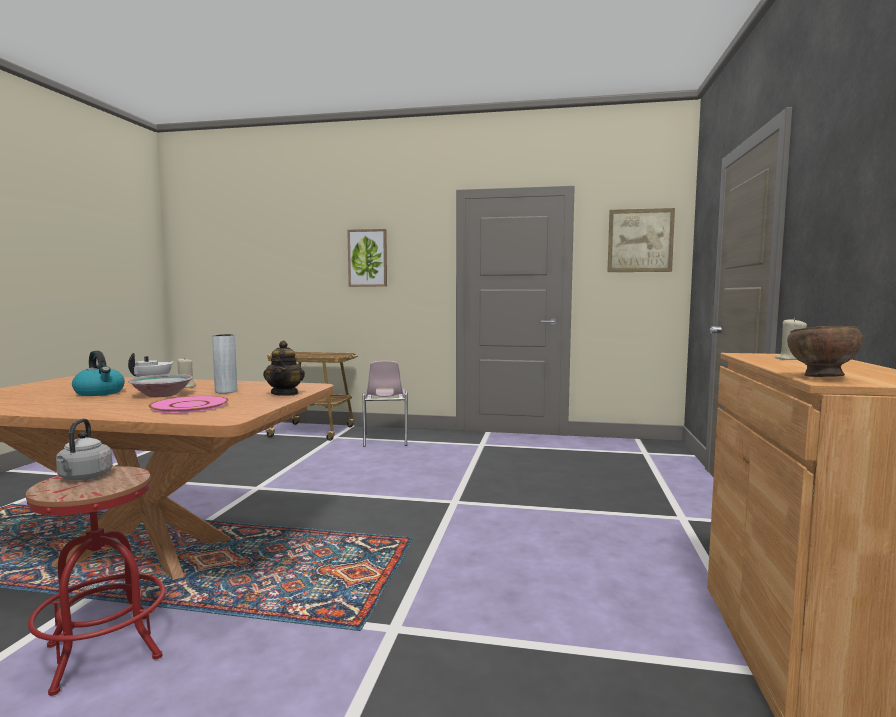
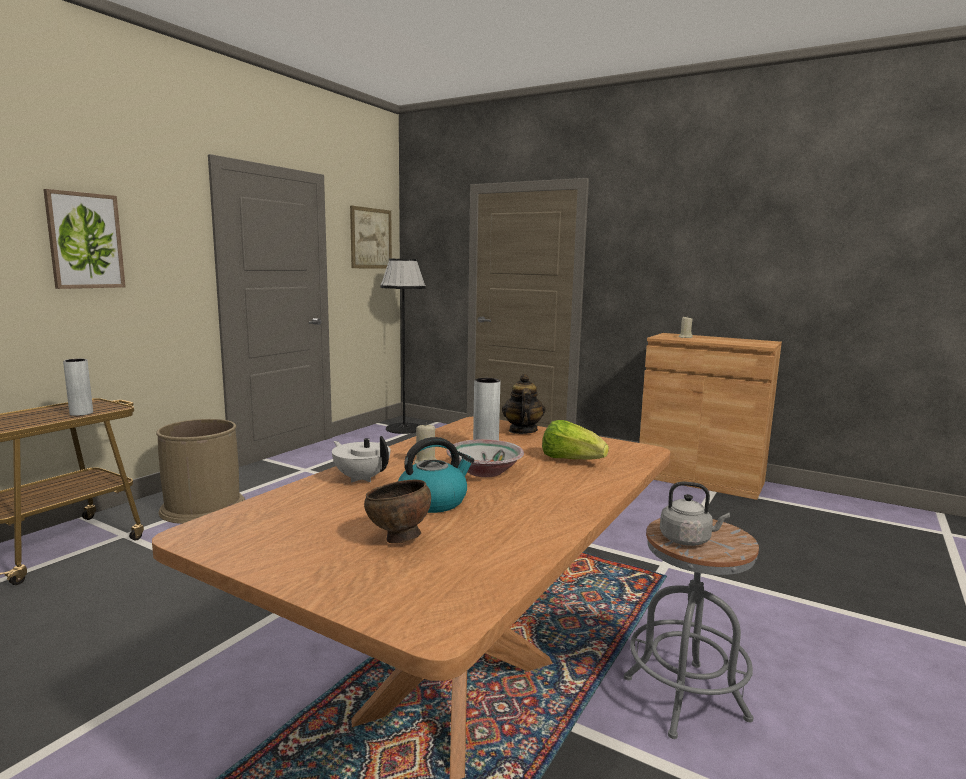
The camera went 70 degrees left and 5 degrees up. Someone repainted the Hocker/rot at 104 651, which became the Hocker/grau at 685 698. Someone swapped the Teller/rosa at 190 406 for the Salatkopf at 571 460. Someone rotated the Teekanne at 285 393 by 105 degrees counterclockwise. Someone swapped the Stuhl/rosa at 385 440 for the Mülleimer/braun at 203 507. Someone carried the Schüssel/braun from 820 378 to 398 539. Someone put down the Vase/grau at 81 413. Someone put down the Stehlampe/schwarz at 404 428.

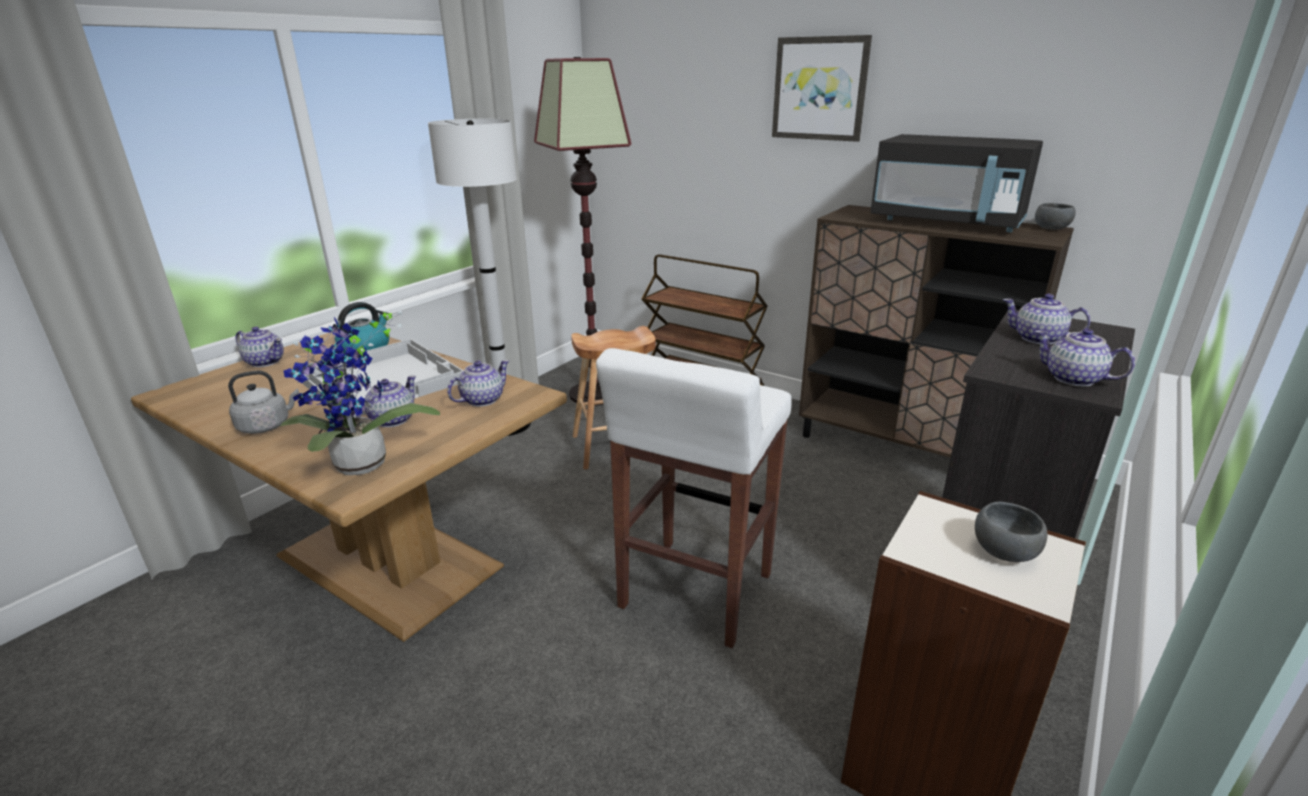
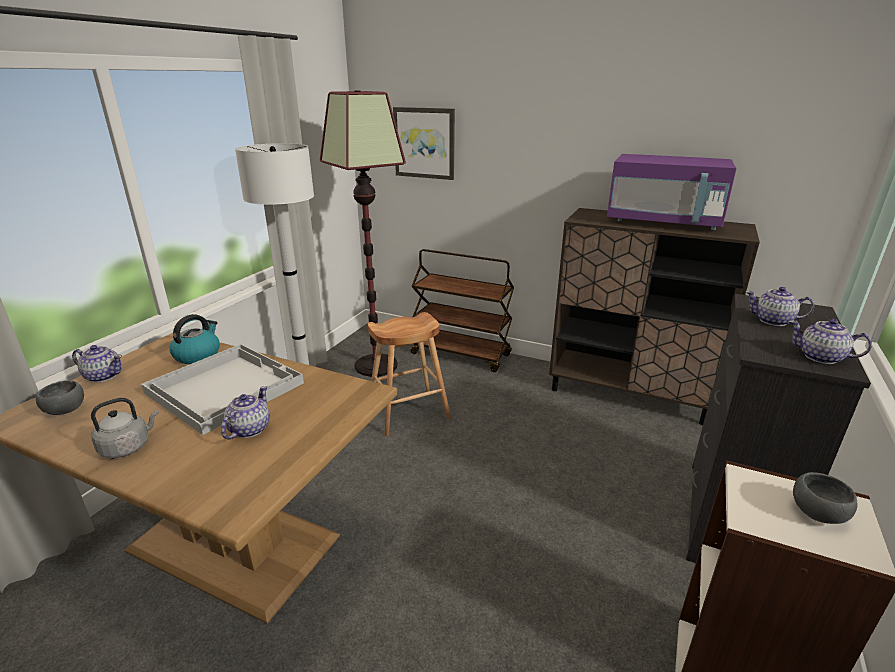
The camera went 10 degrees left and 0 degrees up. Someone took away the Topfpflanze at 361 468. Someone took away the Teekanne at 481 400. Someone took away the Hocker/weiß at 694 592. Someone carried the Bild from 820 89 to 424 143. Someone repainted the Mikrowelle/schwarz at 947 222, which became the Mikrowelle/lila at 663 222. Someone carried the Schüssel/grau from 1052 229 to 66 410.

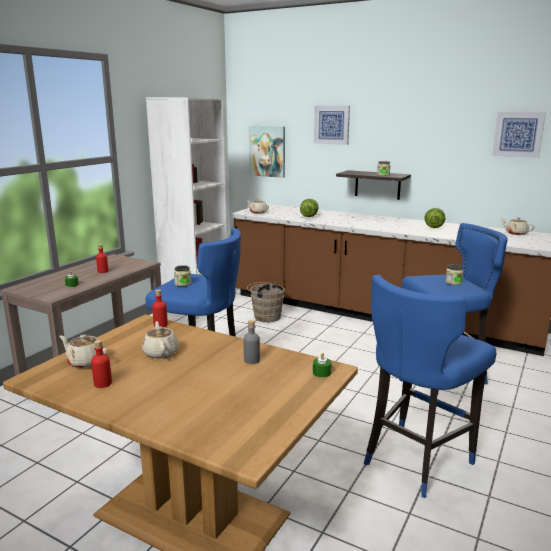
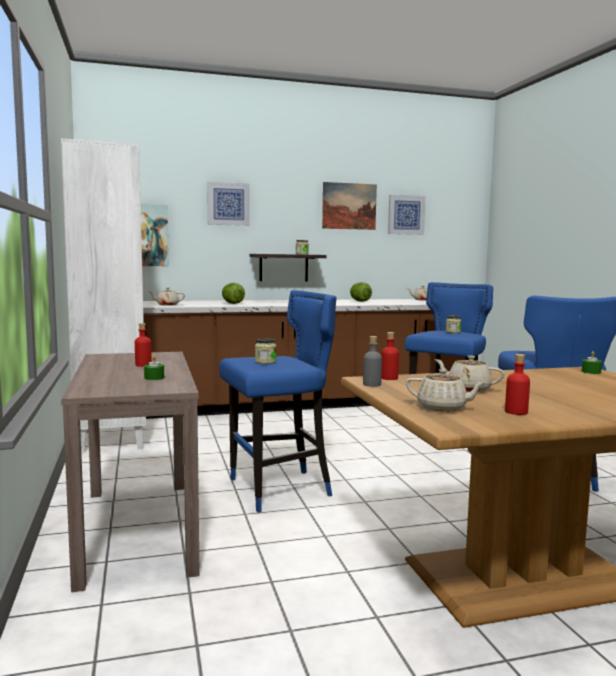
The camera went 45 degrees left and 10 degrees down. Someone rotated the Teekanne/beige at 85 362 by 135 degrees counterclockwise. Someone carried the Flasche/grau from 251 360 to 372 384. Someone took away the Eimer/braun at 265 316. Someone put up the Bild at 349 206.

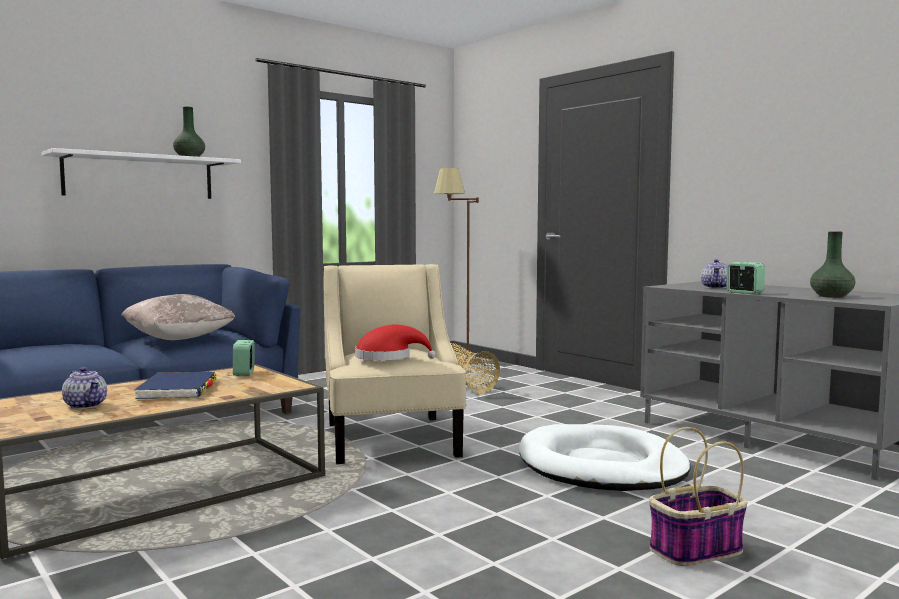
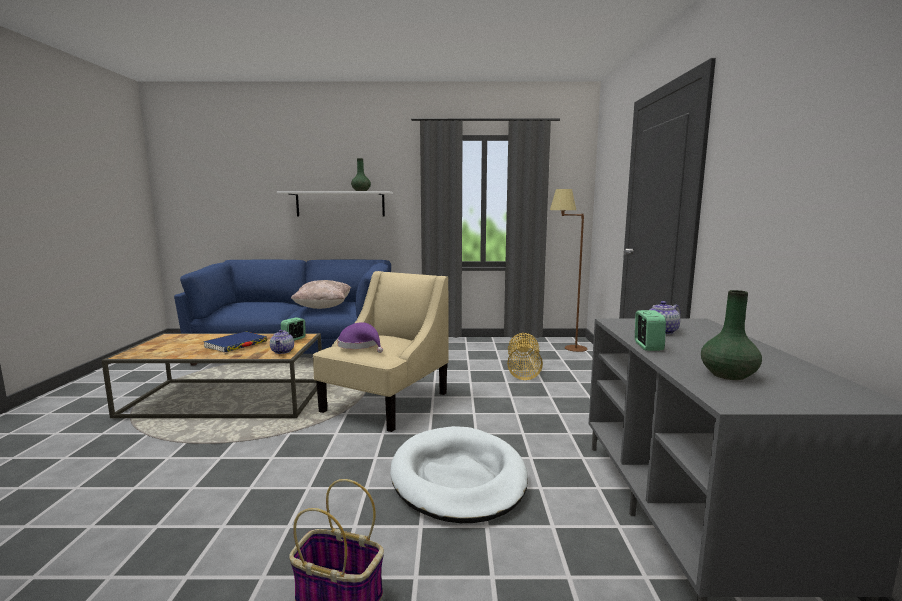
The camera went 40 degrees right and 5 degrees up. Someone carried the Teekanne from 86 405 to 283 351. Someone repainted the Hut/rot at 388 357, which became the Hut/lila at 360 346.

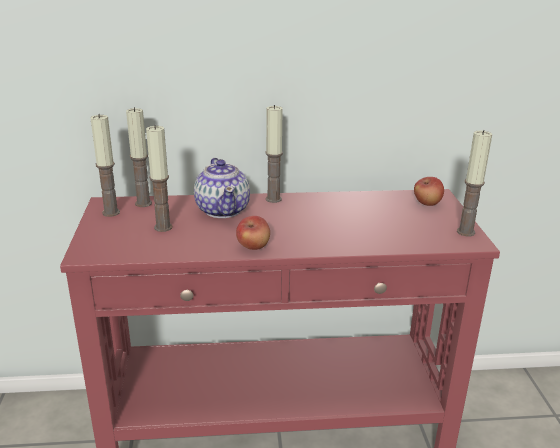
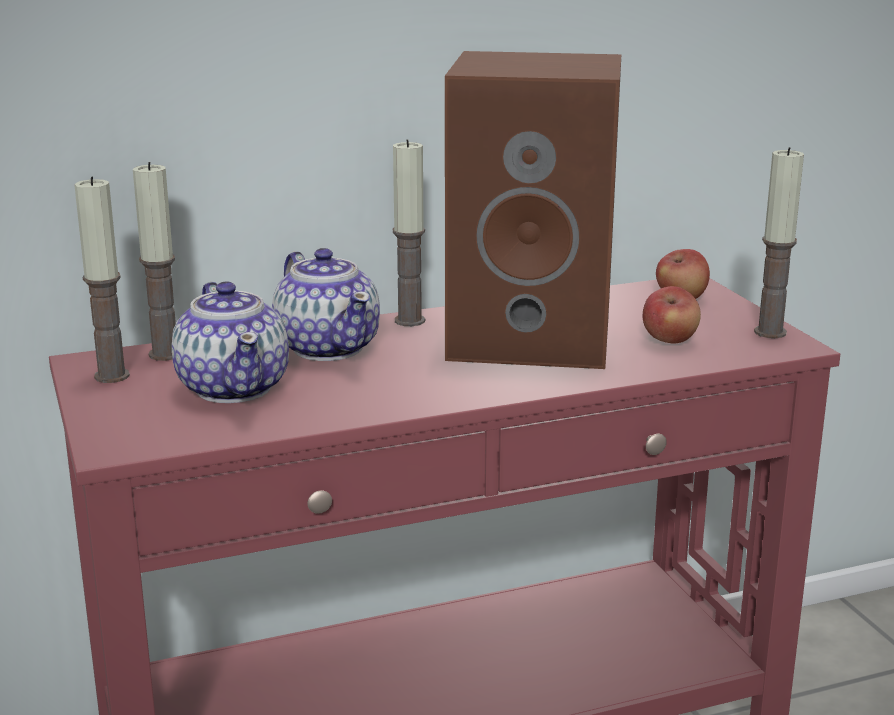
The camera went 15 degrees left and 5 degrees down. Someone swapped the Kerze at 163 227 for the Teekanne at 234 387. Someone carried the Apfel from 253 247 to 669 341. Someone put down the Lautsprecher/braun at 534 338.

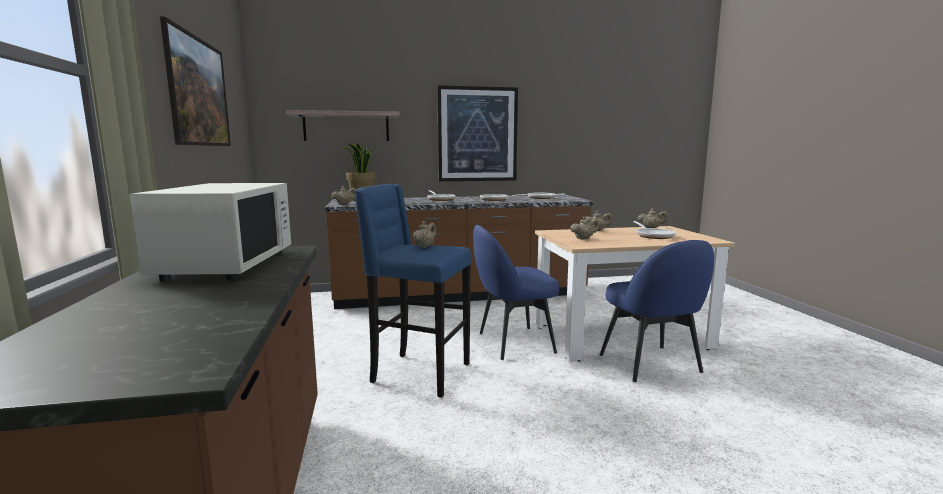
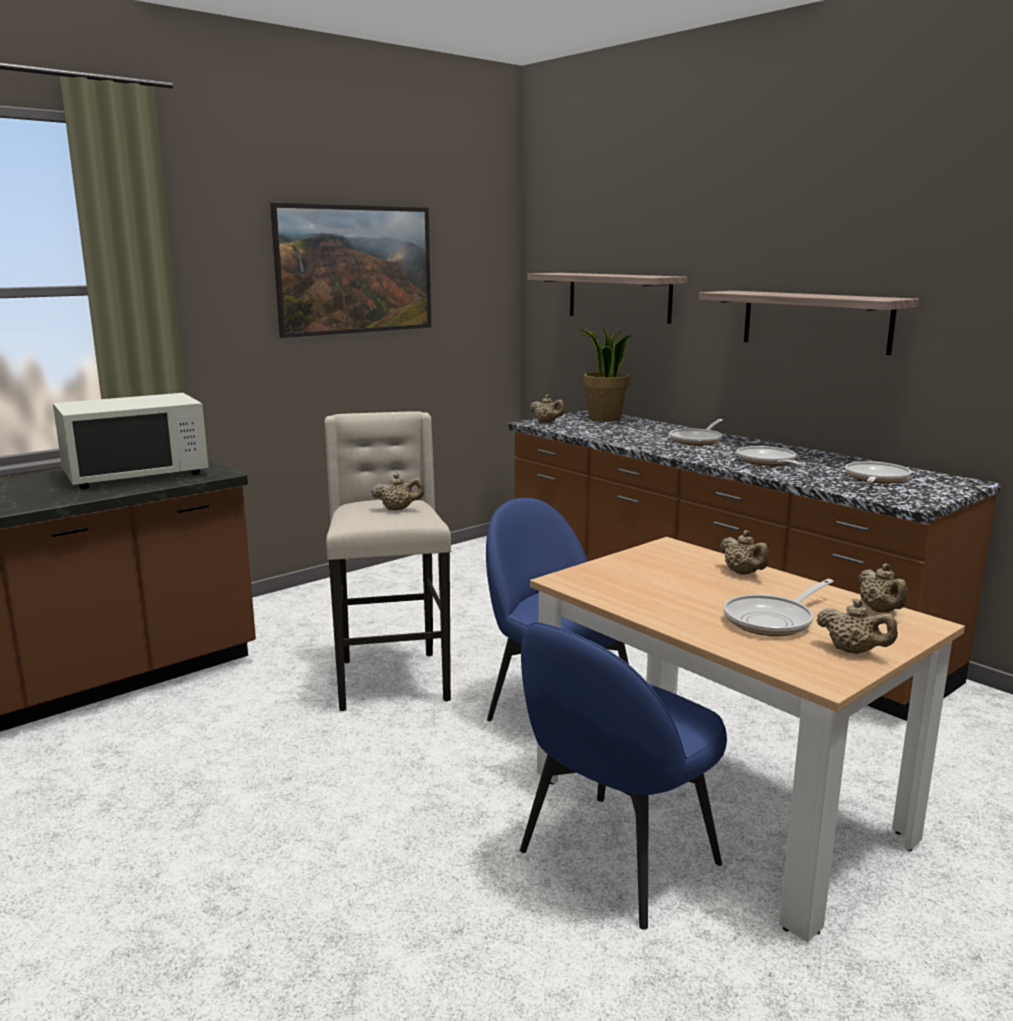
The camera went 60 degrees right and 5 degrees up. Someone repainted the Hocker/blau at 418 373, which became the Hocker/beige at 391 679. Someone swapped the Bild at 477 134 for the Wandregal at 815 321. Someone carried the Teekanne/beige from 584 239 to 853 651.

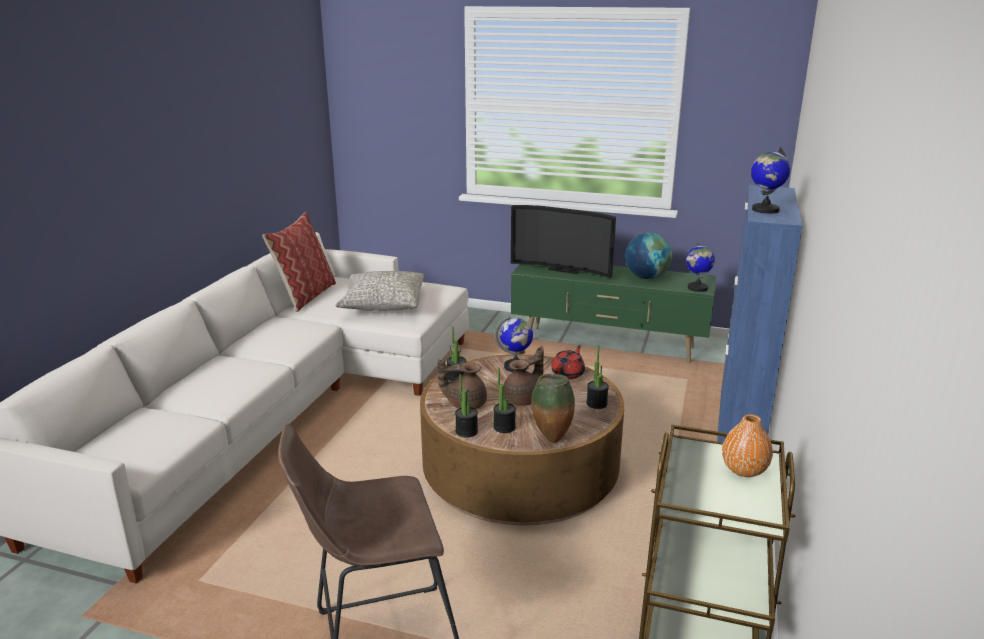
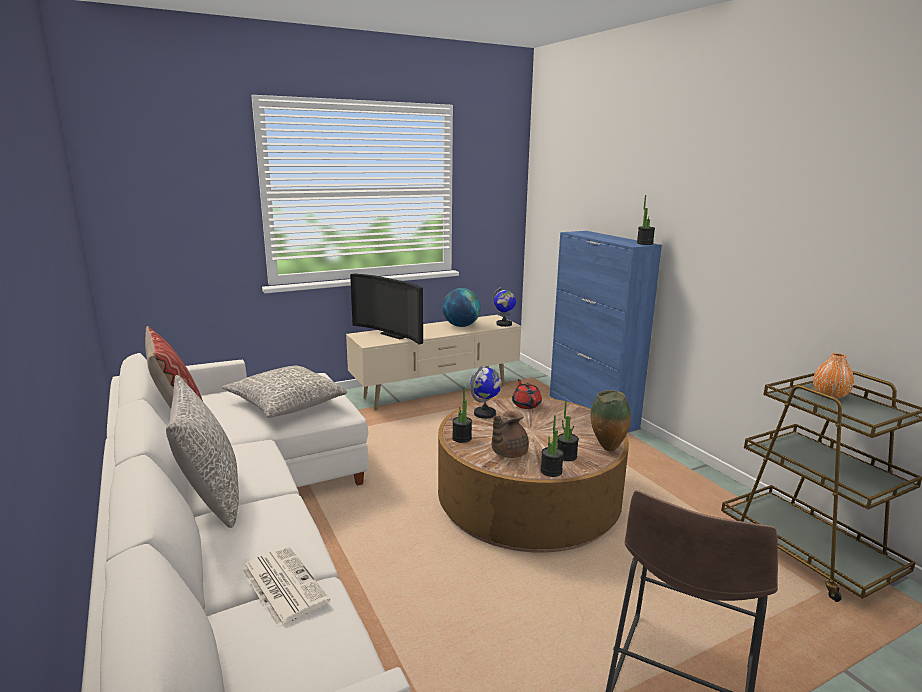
The camera went 45 degrees left and 5 degrees down. Someone took away the Teekanne/braun at 523 400. Someone rotated the Fernseher at 564 269 by 60 degrees clockwise. Someone repainted the Fernsehschrank/grün at 609 345, which became the Fernsehschrank/beige at 437 392. Someone carried the Topfpflanze from 596 403 to 644 243. Someone took away the Globus at 764 210. Someone put down the Kissen/grau at 211 496. Someone put down the Zeitung at 282 585.

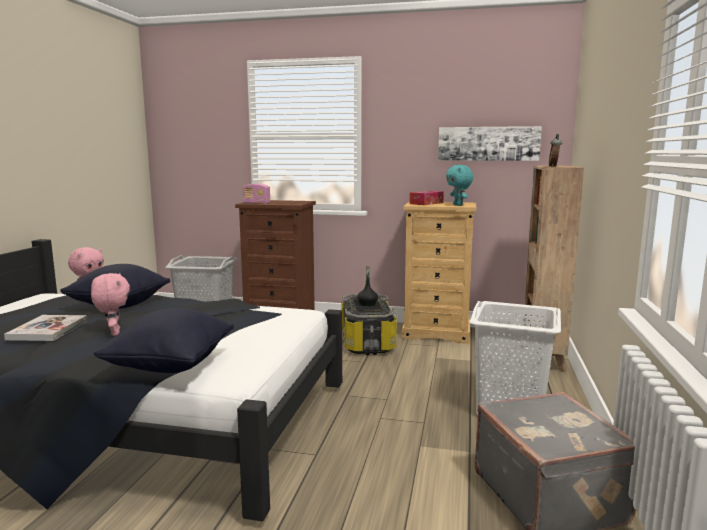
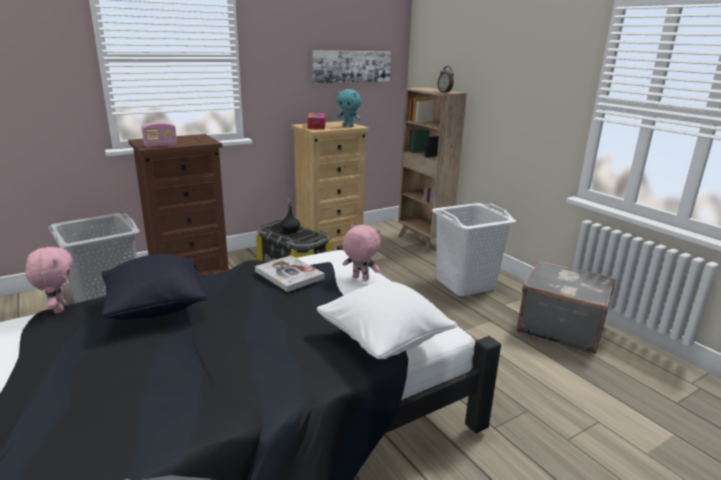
The camera went 45 degrees left and 10 degrees up. Someone carried the Buch from 48 330 to 289 275. Someone carried the Plüschtier/rosa from 114 333 to 360 278. Someone repainted the Kissen/schwarz at 171 366, which became the Kissen/weiß at 384 342.

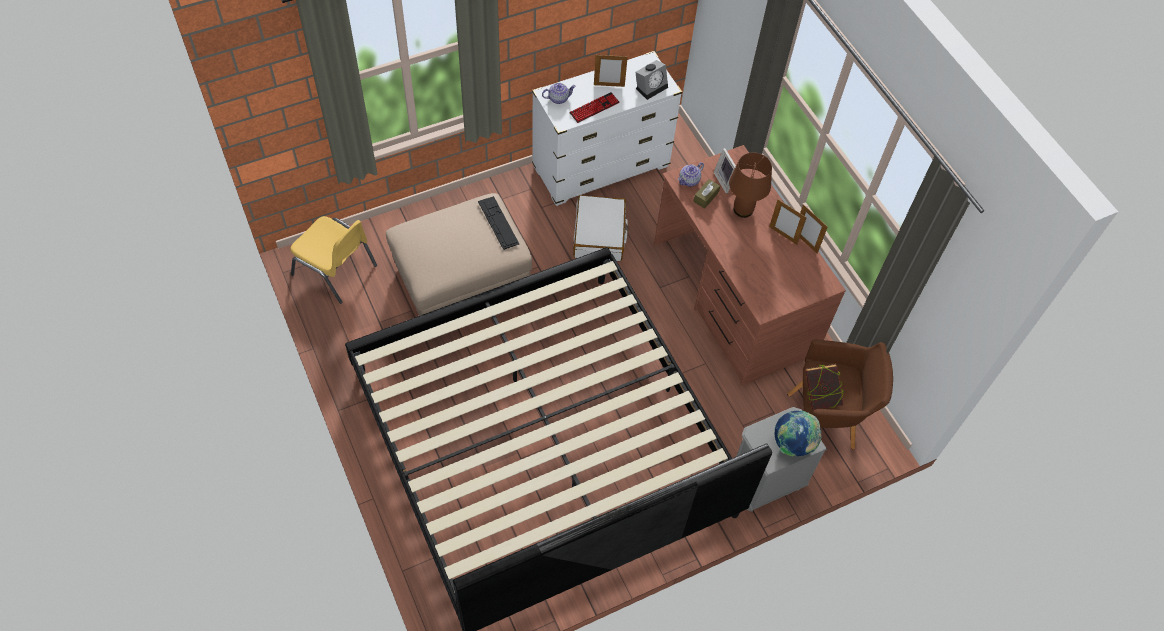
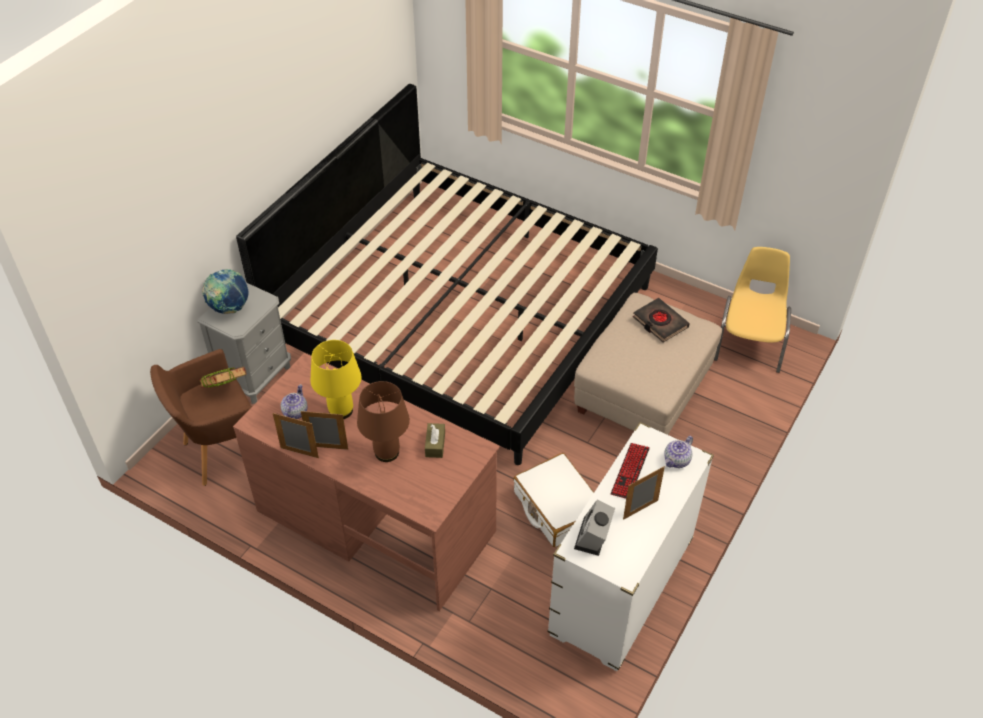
The camera went 150 degrees right and 10 degrees down. Someone rotated the Stuhl/gelb at 336 270 by 105 degrees clockwise. Someone took away the Tastatur at 498 222. Someone carried the Teekanne from 689 181 to 295 412. Someone took away the Bilderrahmen at 725 181. Someone put down the Tischlampe/gelb at 340 410. Someone put down the Buch/schwarz at 660 323.

